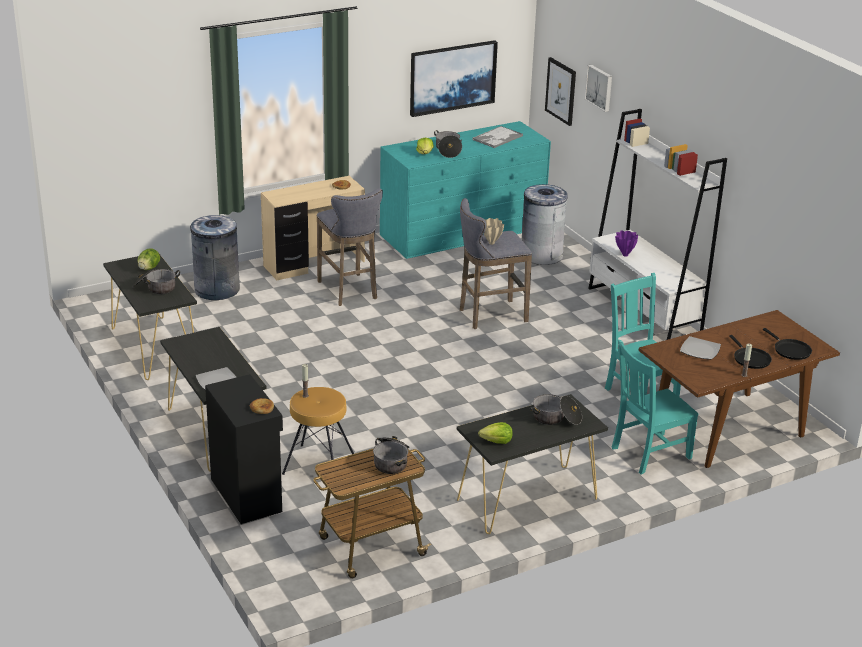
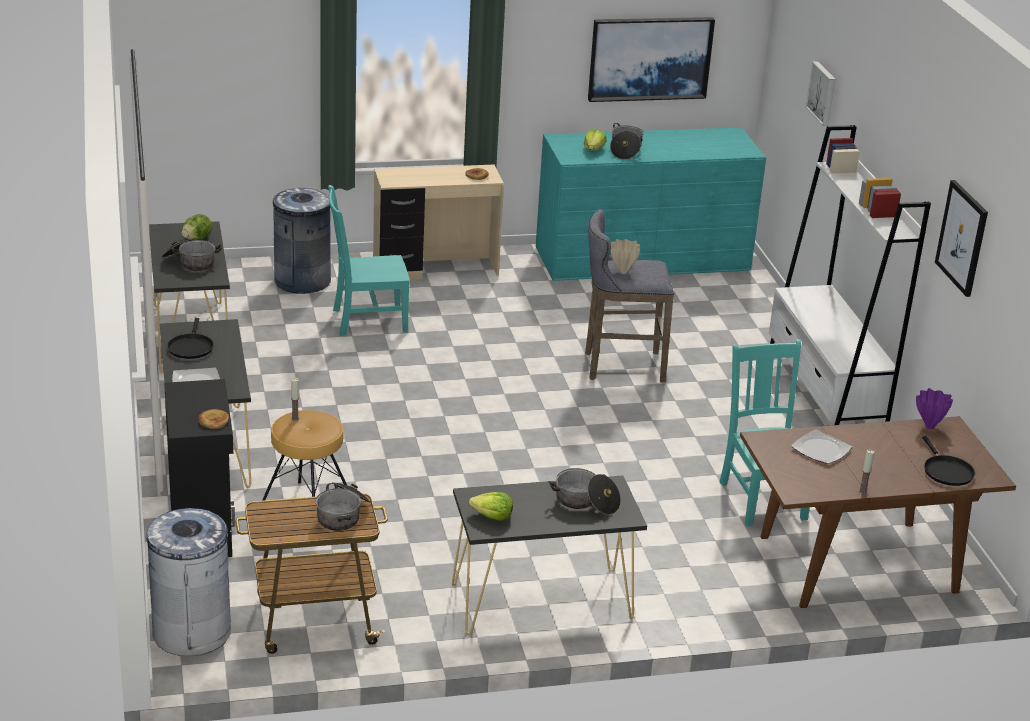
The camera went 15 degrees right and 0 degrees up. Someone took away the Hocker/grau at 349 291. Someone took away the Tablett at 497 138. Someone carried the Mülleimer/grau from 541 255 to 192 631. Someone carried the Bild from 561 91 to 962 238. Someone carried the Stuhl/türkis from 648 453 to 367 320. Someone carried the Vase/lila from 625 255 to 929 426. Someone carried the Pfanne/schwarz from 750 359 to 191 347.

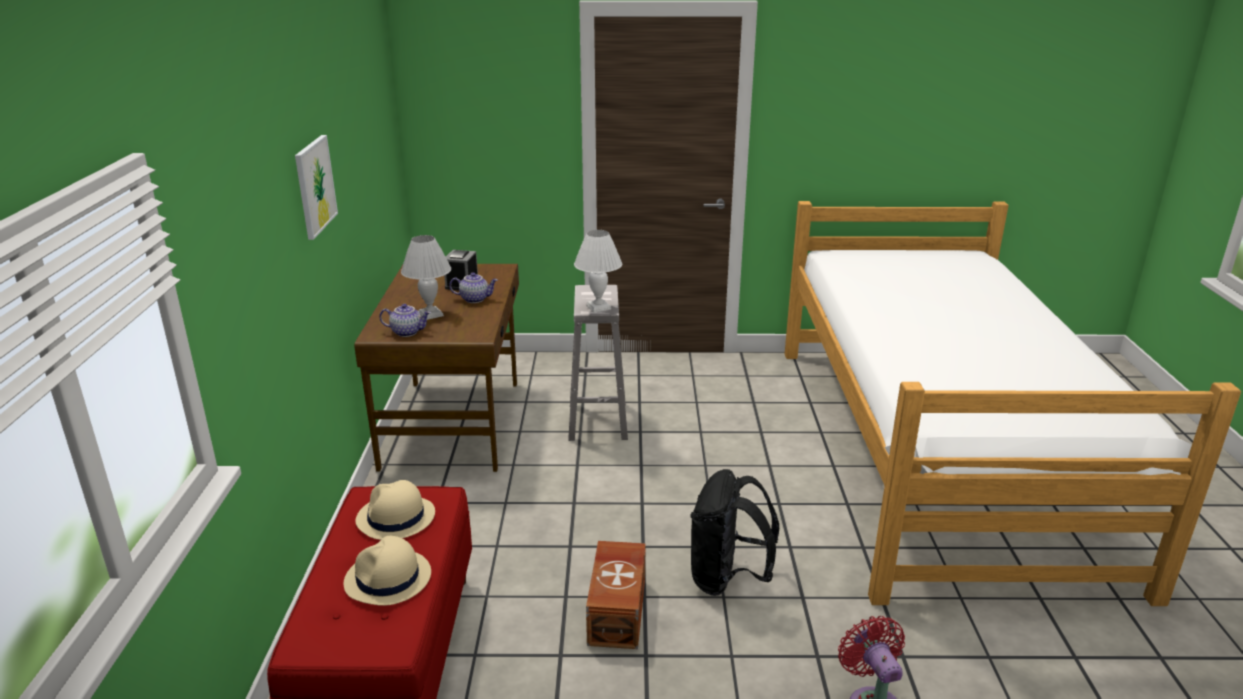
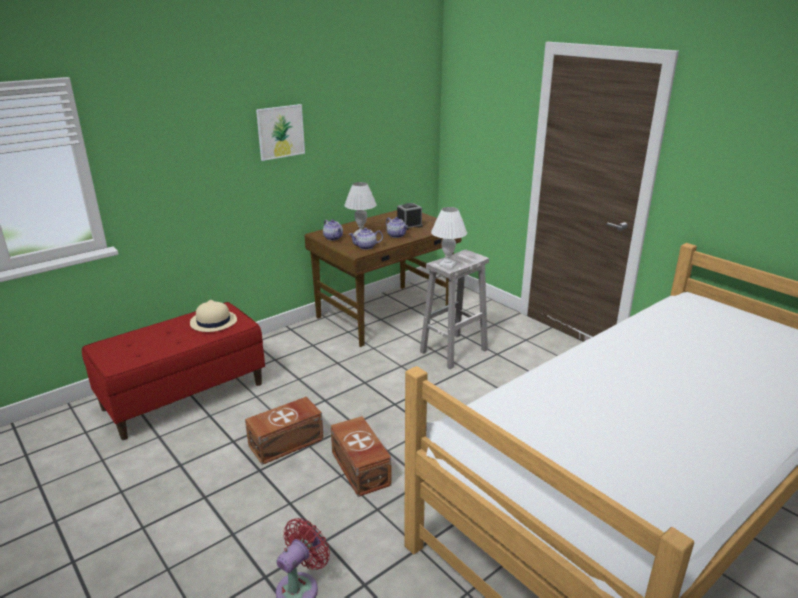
The camera went 50 degrees right and 0 degrees up. Someone took away the Hut/beige at 388 579. Someone swapped the Rucksack/schwarz at 727 579 for the Aufbewahrungsbox/braun at 360 469. Someone put down the Teekanne at 366 247.

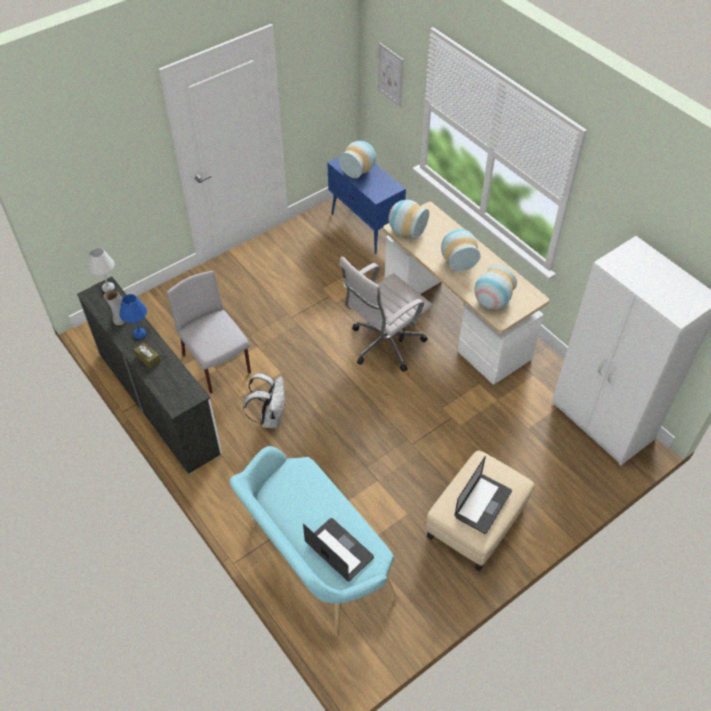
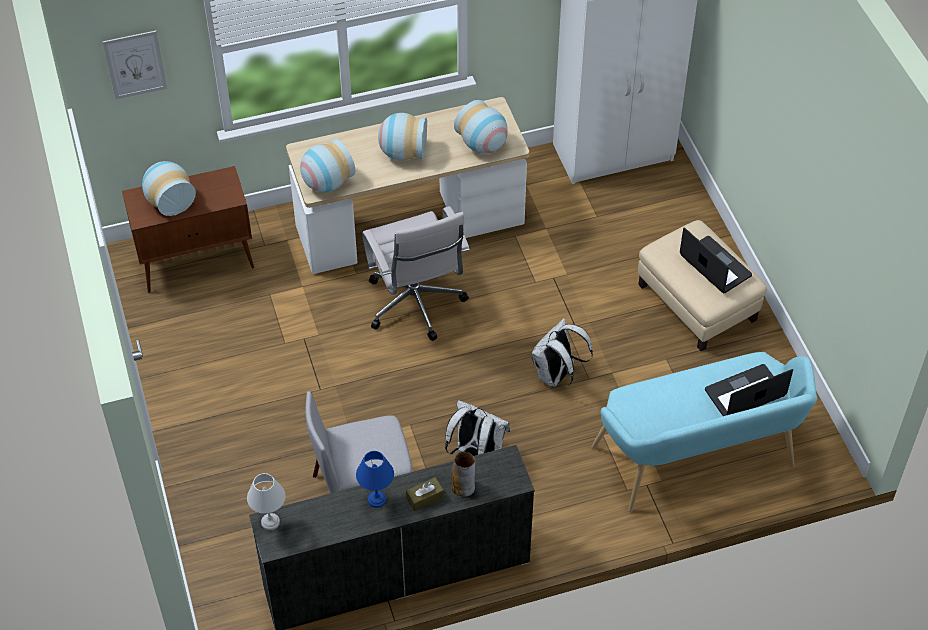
The camera went 70 degrees left and 0 degrees up. Someone carried the Vase from 121 319 to 463 487. Someone repainted the Schrank/blau at 366 227, which became the Schrank/braun at 198 262. Someone put down the Rucksack/weiß at 556 375.

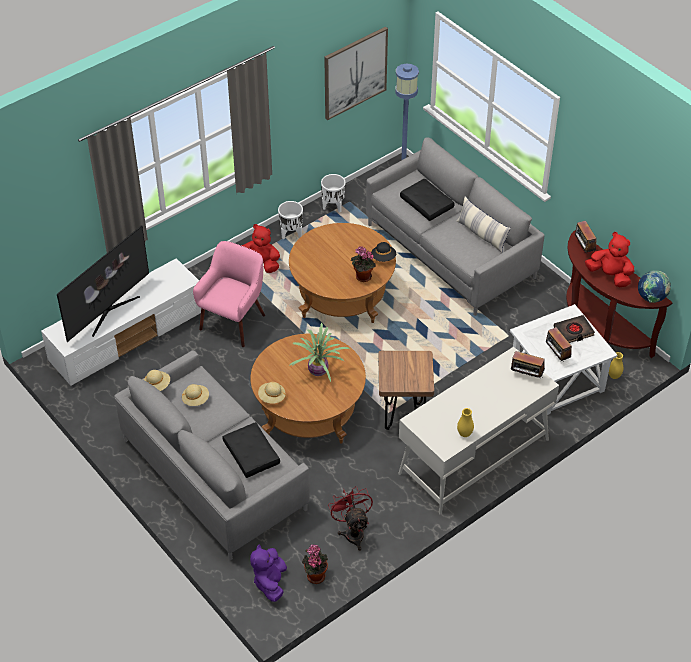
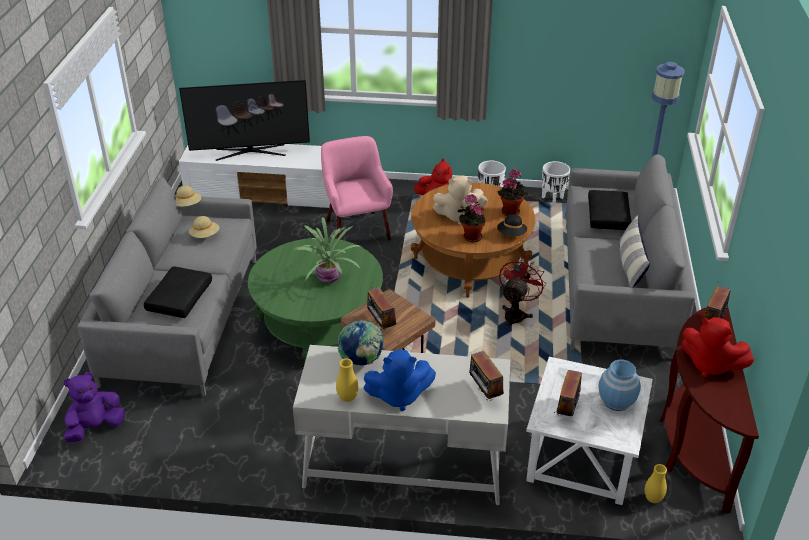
The camera went 45 degrees right and 10 degrees down. Someone rotated the Sessel/rosa at 233 322 by 90 degrees counterclockwise. Someone repainted the Couchtisch/braun at 308 410, which became the Couchtisch/grün at 318 325. Someone took away the Hut/beige at 272 397. Someone carried the Topfpflanze from 315 575 to 511 211. Someone took away the Bild at 355 72. Someone carried the Ventilator/rot from 353 532 to 516 314. Someone swapped the Buch/schwarz at 573 331 for the Vase/blau at 616 401. Someone rotated the Plüschtier/rot at 610 275 by 135 degrees clockwise. Someone carried the Globus from 651 298 to 361 361. Someone put down the Plüschtier/blau at 399 396. Someone put down the Radio at 381 325. Someone put down the Plüschtier/beige at 458 215.

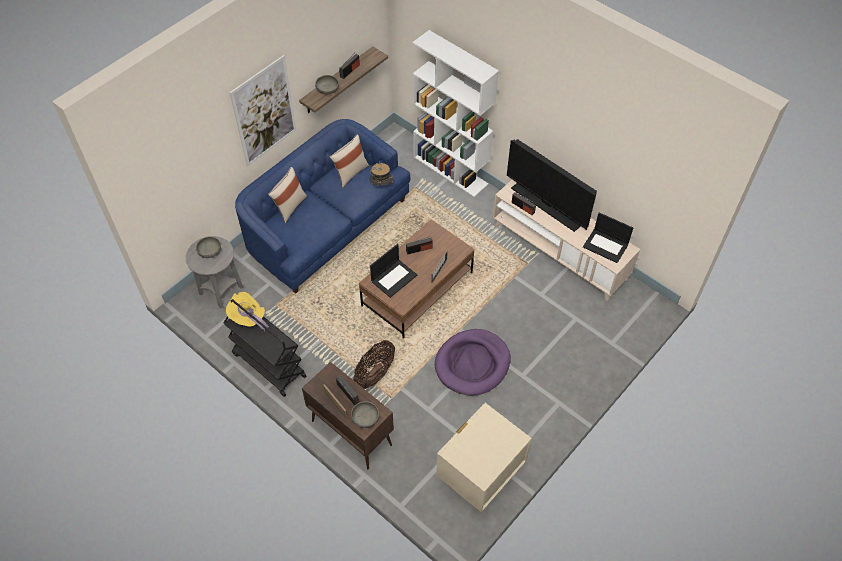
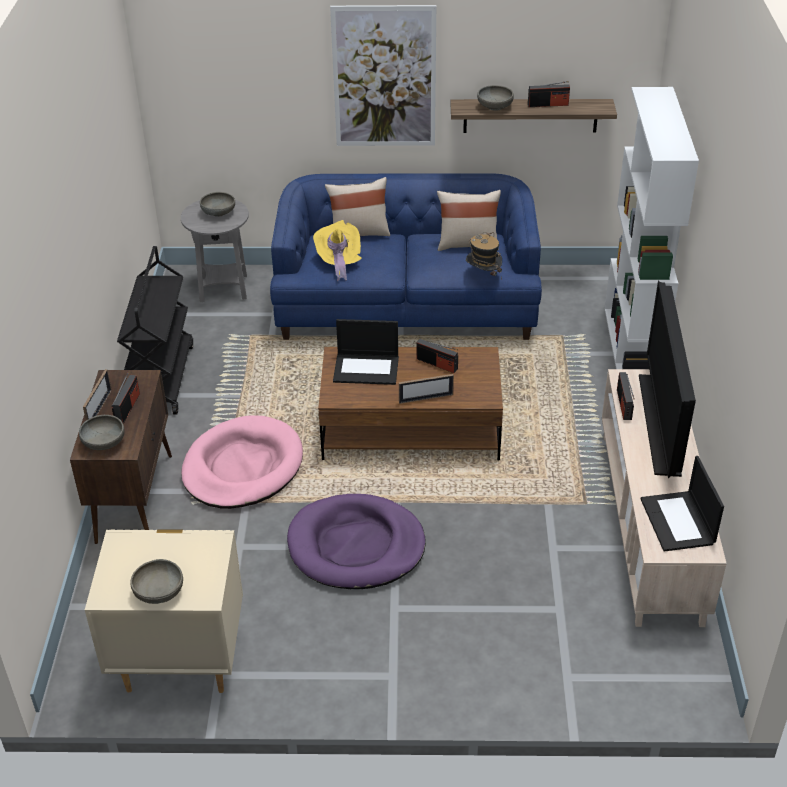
The camera went 50 degrees right and 15 degrees down. Someone carried the Hut/gelb from 248 318 to 339 262. Someone swapped the Korb at 375 373 for the Hundebett/rosa at 242 467. Someone put down the Schüssel/grau at 159 592.

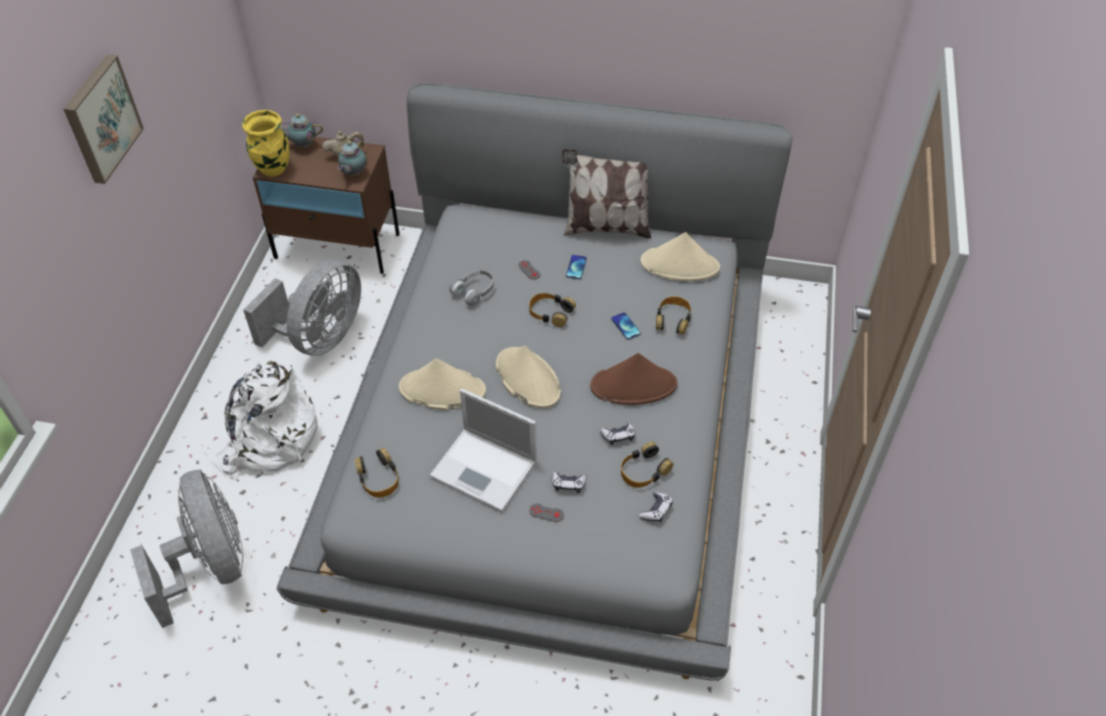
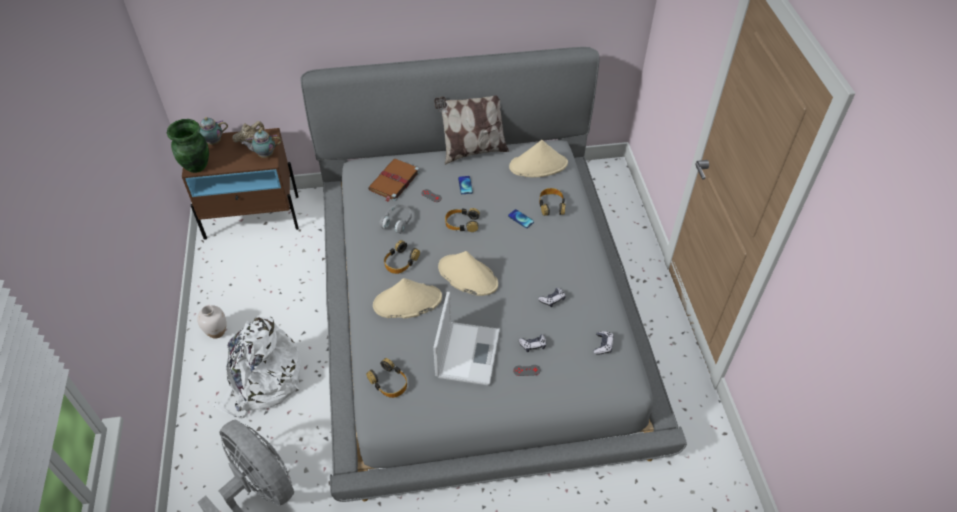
The camera went 20 degrees left and 0 degrees up. Someone took away the Bild at 100 118. Someone repainted the Vase/gelb at 273 169, which became the Vase/grün at 196 166. Someone took away the Ventilator/grau at 320 338. Someone rotated the Teekanne at 353 174 by 75 degrees clockwise. Someone rotated the Laptop at 485 469 by 90 degrees counterclockwise. Someone took away the Hut/braun at 634 385. Someone carried the Kopfhörer from 644 470 to 400 261. Someone put down the Vase/weiß at 217 331. Someone put down the Buch/braun at 394 181.

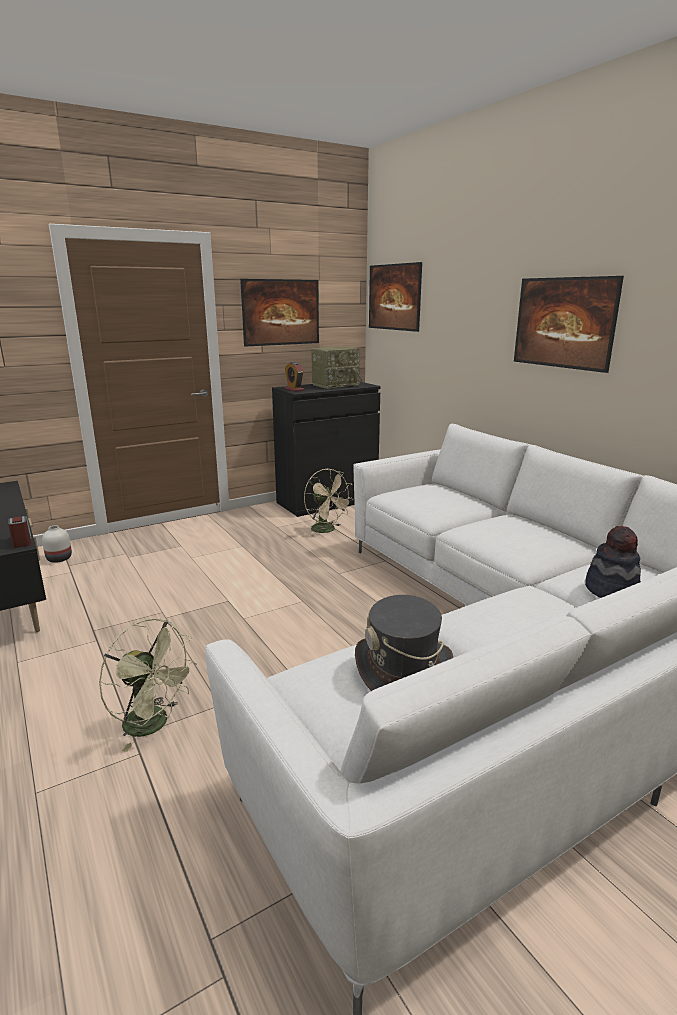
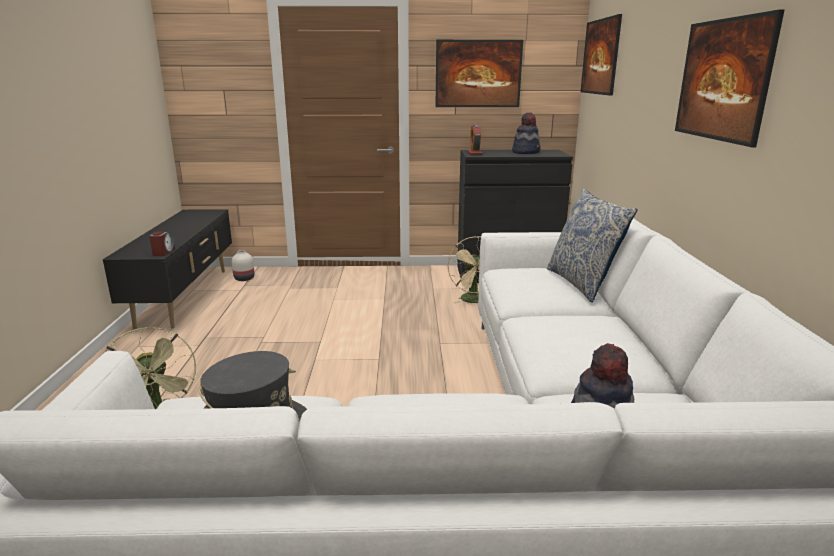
The camera went 30 degrees right and 0 degrees up. Someone swapped the Radio at 335 385 for the Hut at 526 152. Someone put down the Kissen at 582 284.

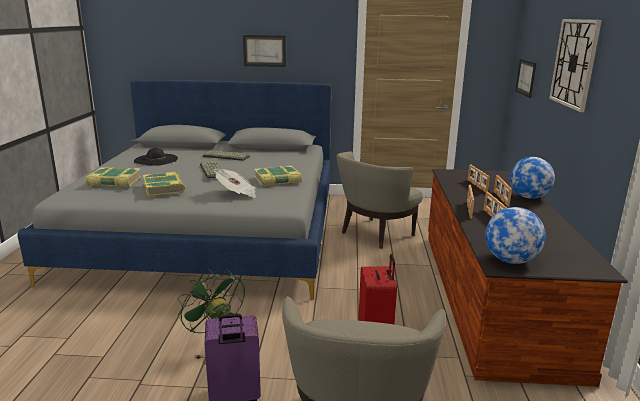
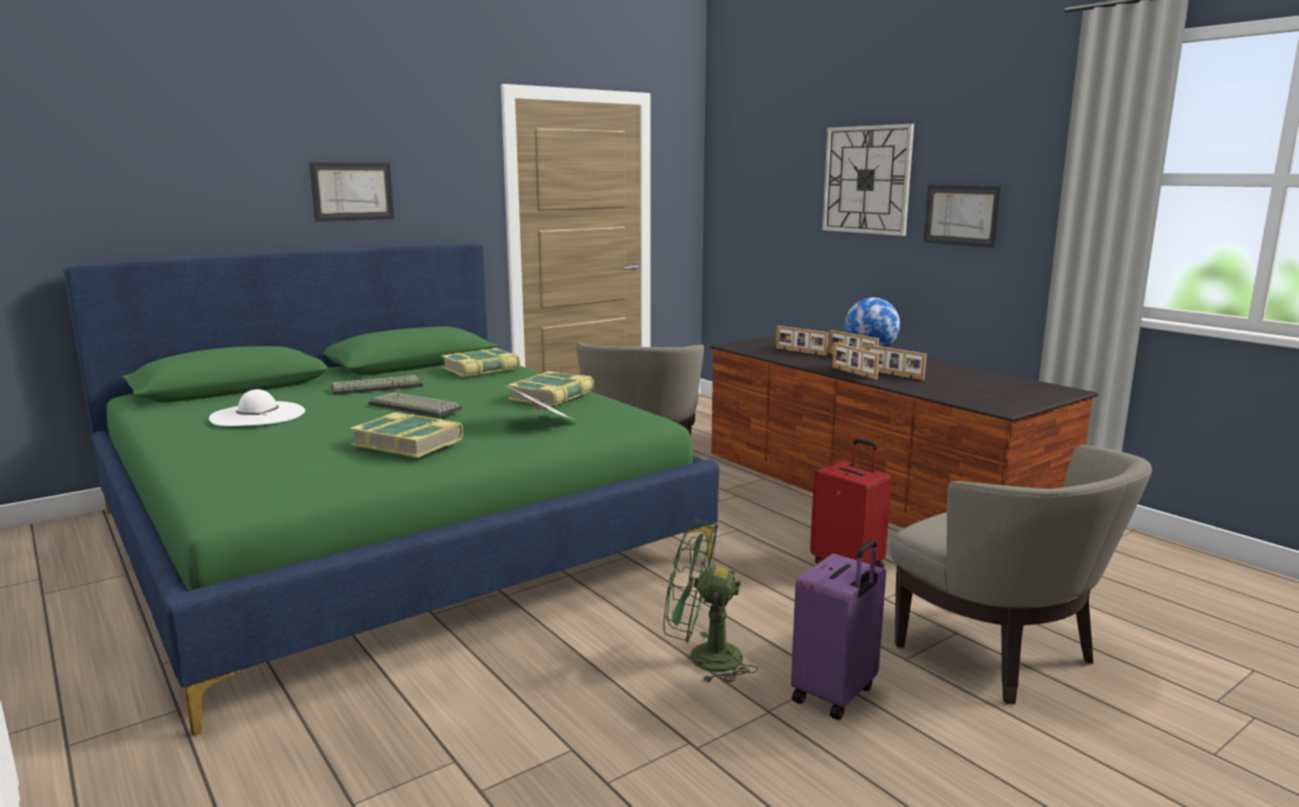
The camera went 40 degrees left and 5 degrees down. Someone repainted the Bett/grau at 210 232, which became the Bett/grün at 391 534. Someone carried the Buch from 114 181 to 481 369. Someone repainted the Hut/schwarz at 156 159, which became the Hut/weiß at 258 414. Someone took away the Globus at 510 260. Someone carried the Bild from 526 77 to 961 215.

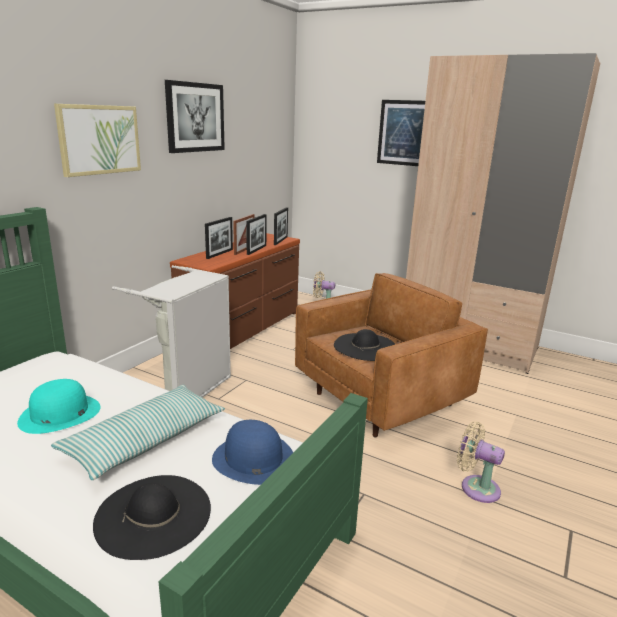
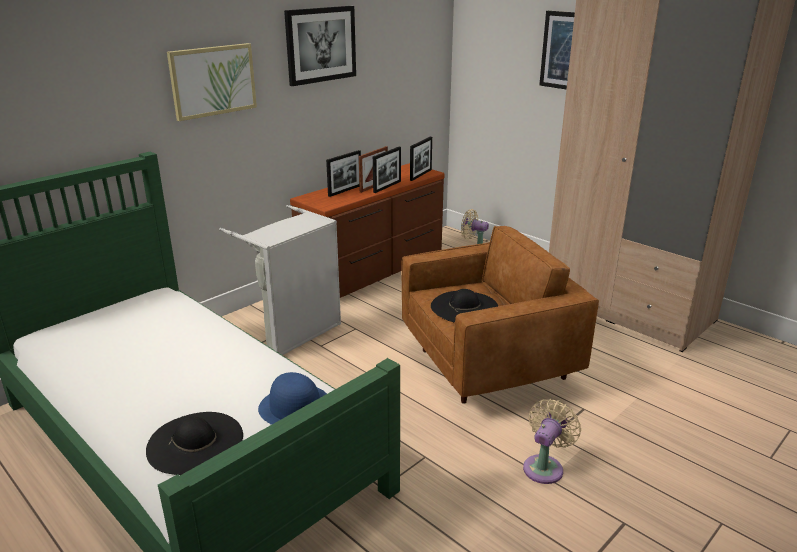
The camera went 15 degrees right and 5 degrees up. Someone took away the Hut/türkis at 59 414. Someone took away the Kissen at 145 440. Someone rotated the Ventilator/beige at 476 487 by 75 degrees clockwise.

